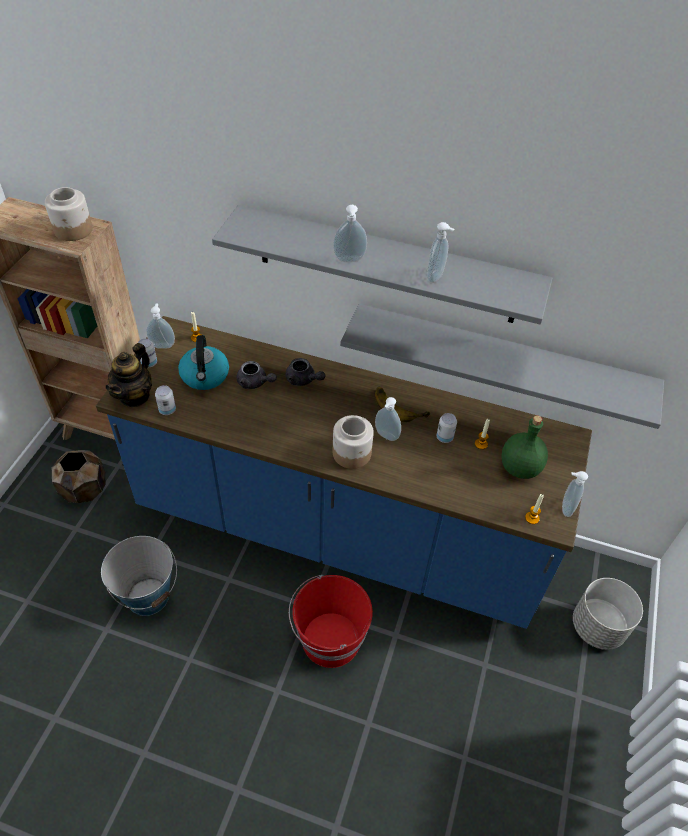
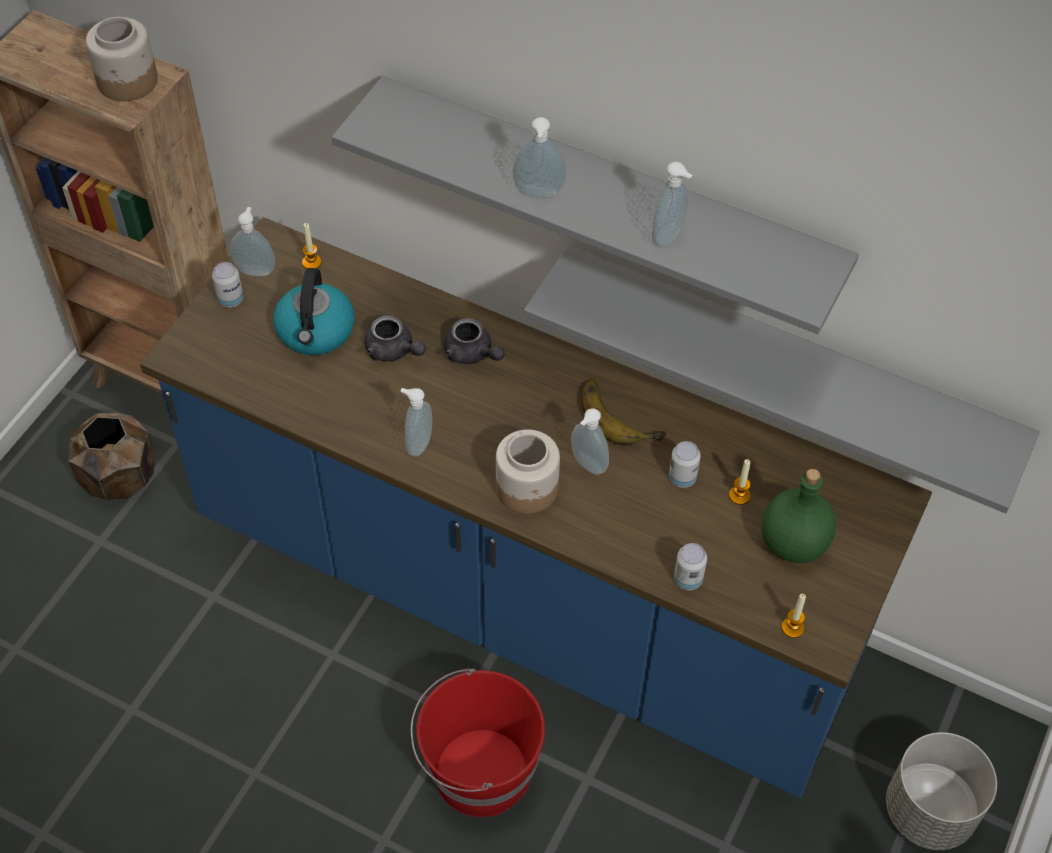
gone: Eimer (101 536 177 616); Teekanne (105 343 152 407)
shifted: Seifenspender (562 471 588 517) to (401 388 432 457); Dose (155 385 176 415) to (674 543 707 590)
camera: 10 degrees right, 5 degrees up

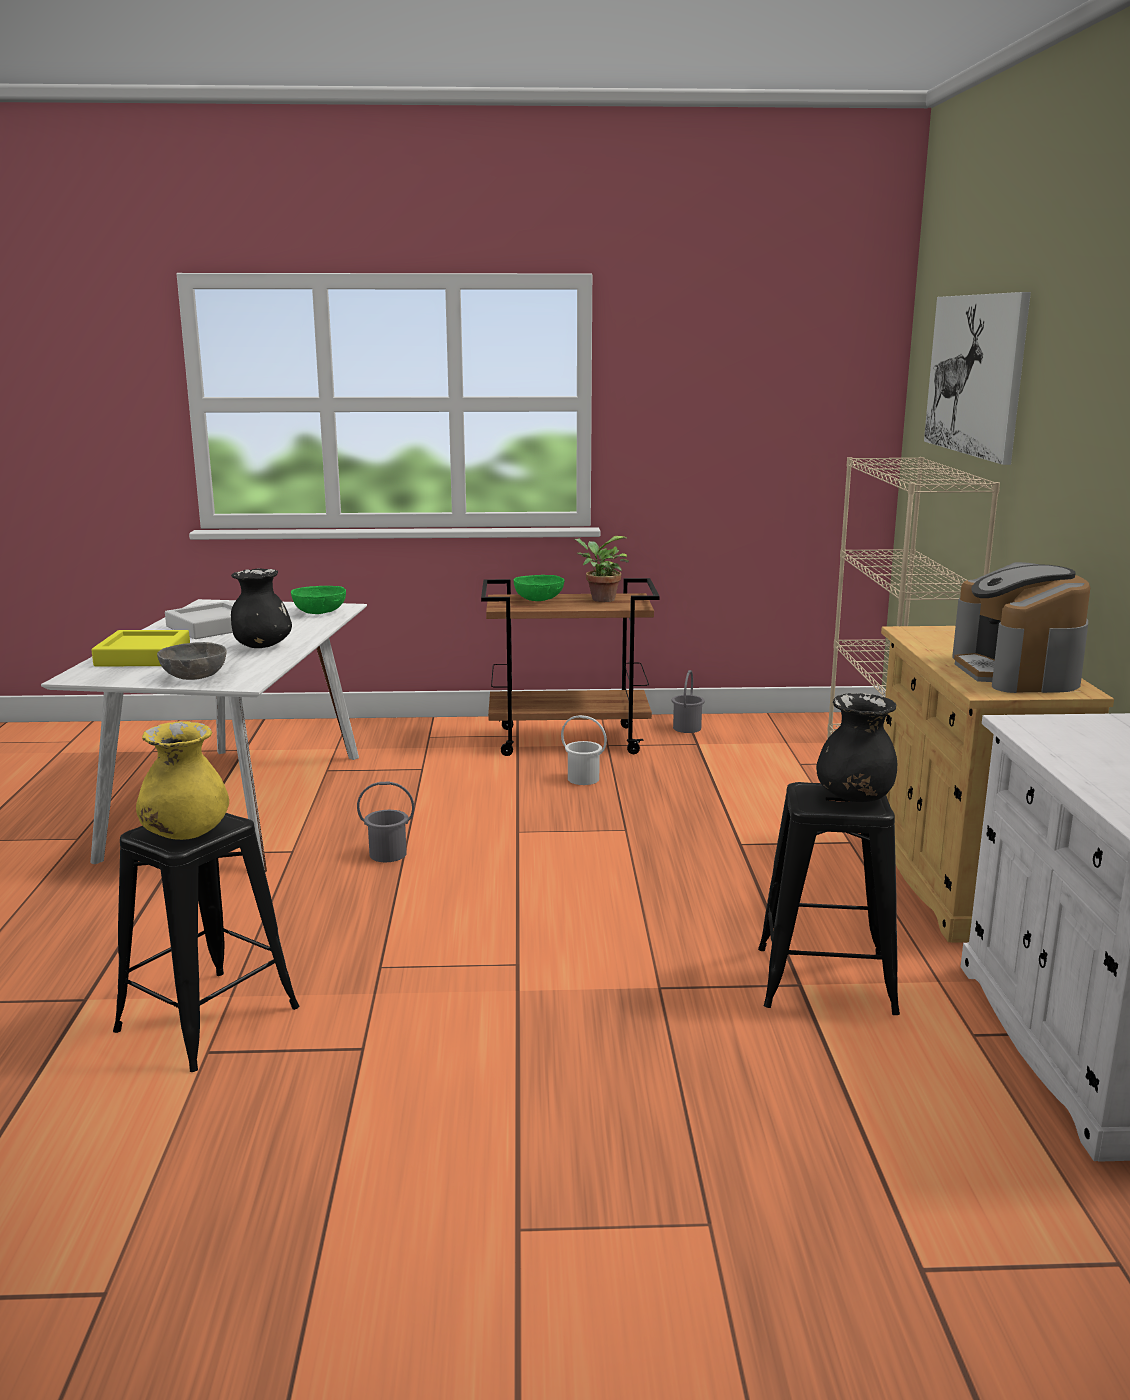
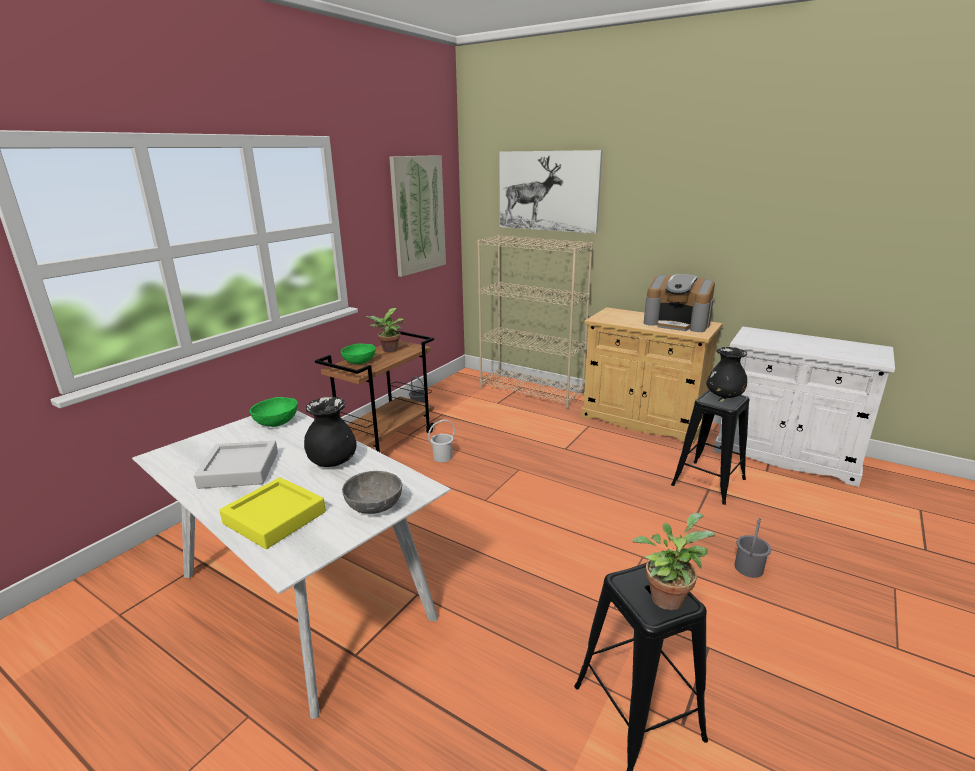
new: Bild (389 155 446 277)
shifted: Eimer [grau] (357 782 414 862) to (734 518 771 578)
swapped: Vase [gelb] (136 721 229 840) to Topfpflanze (632 513 715 610)
camera: 55 degrees left, 5 degrees up

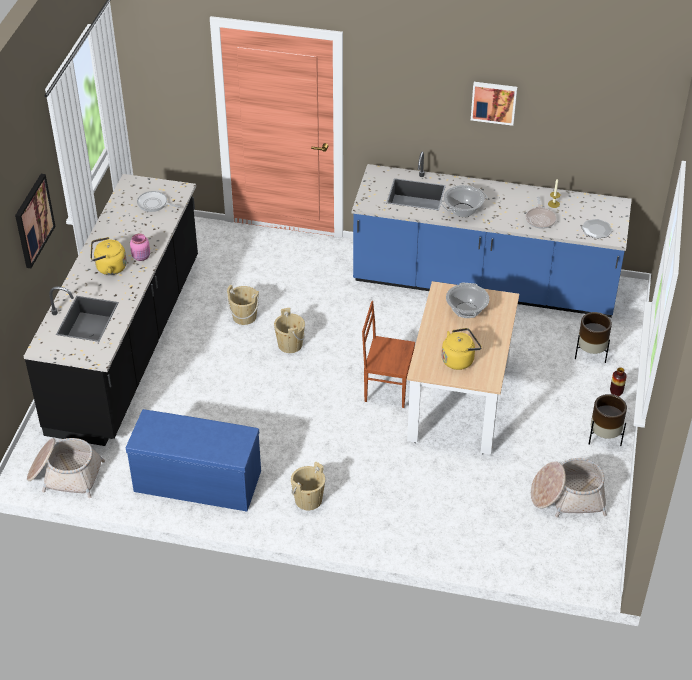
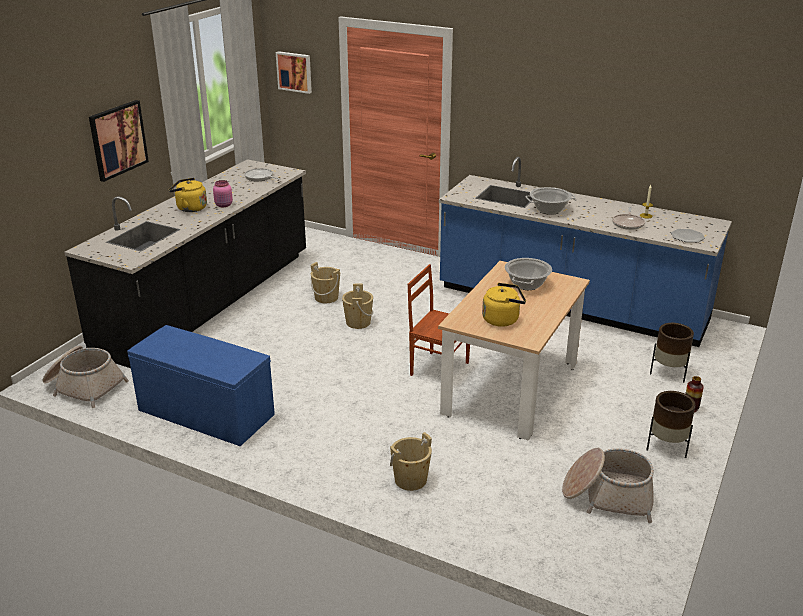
shifted: Bild (471 82 517 126) to (276 51 312 94); Eimer [beige] (291 461 325 510) to (390 432 432 491)
camera: 15 degrees right, 15 degrees down

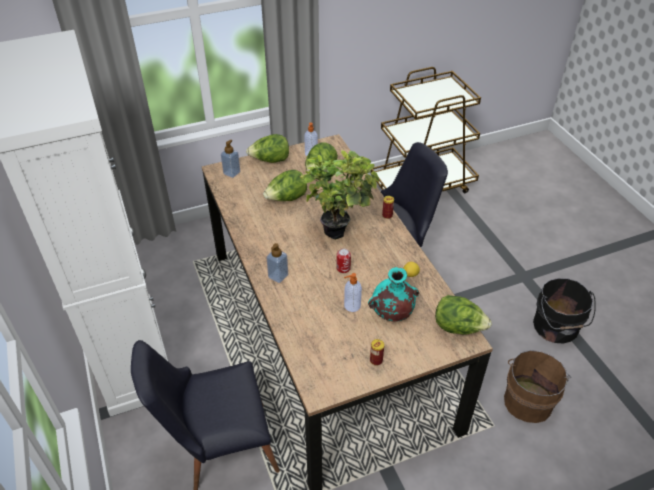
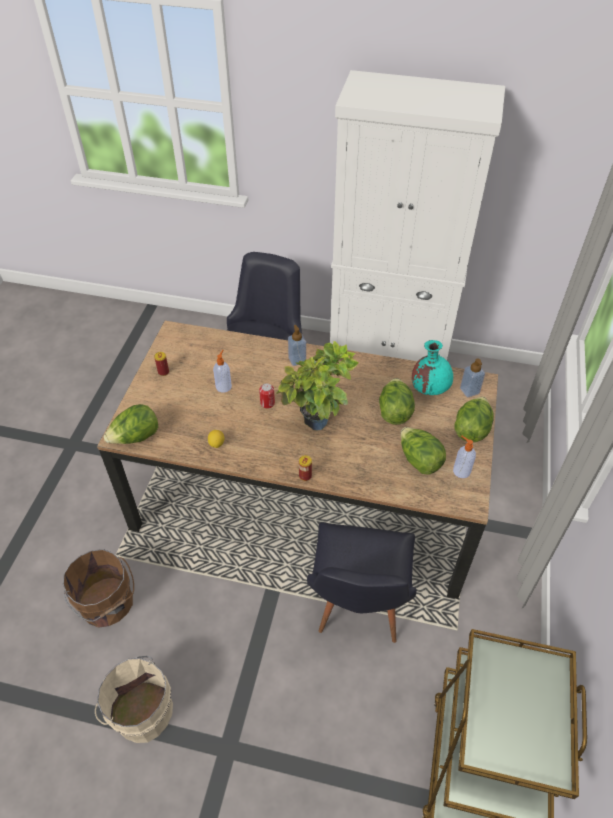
shifted: Vase [türkis] (368 267 419 322) to (412 340 453 395)
repainted: Eimer [schwarz] (533 278 596 343) to Eimer [beige] (95 656 173 743)
camera: 125 degrees right, 5 degrees up

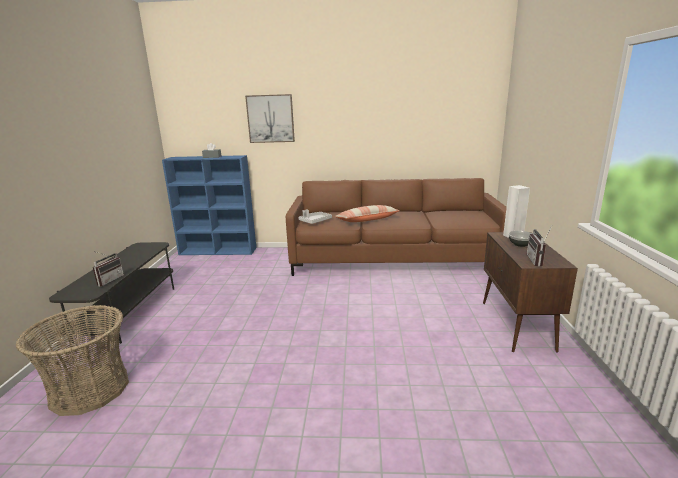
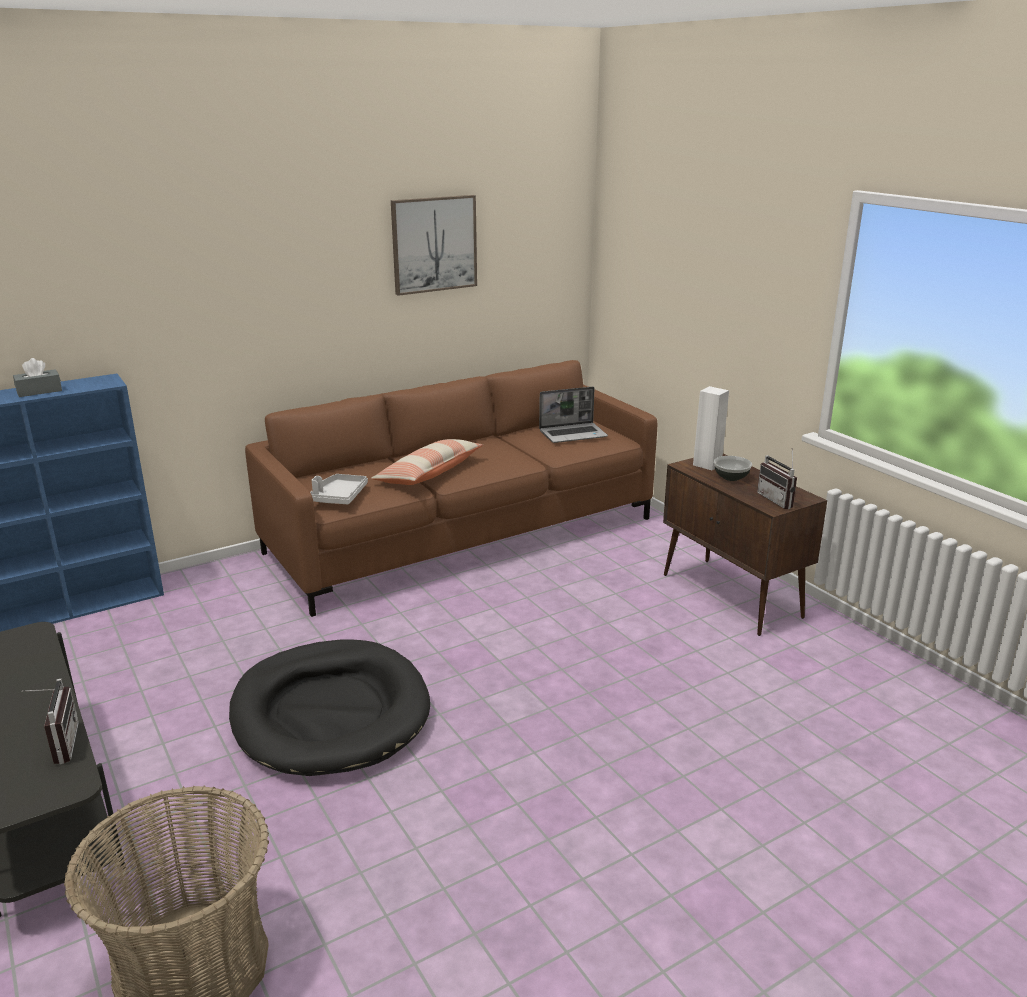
new: Hundebett [schwarz] (229 640 430 776); Laptop (539 387 608 443)
shifted: Bild (245 94 295 143) to (391 195 477 296)
camera: 35 degrees left, 5 degrees up

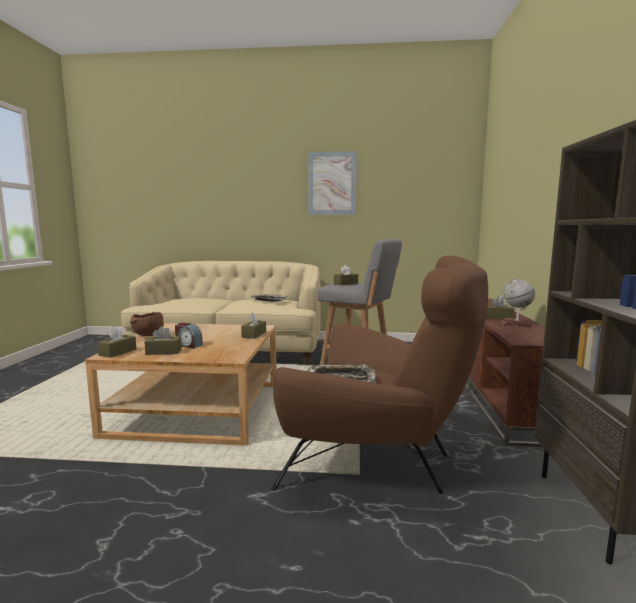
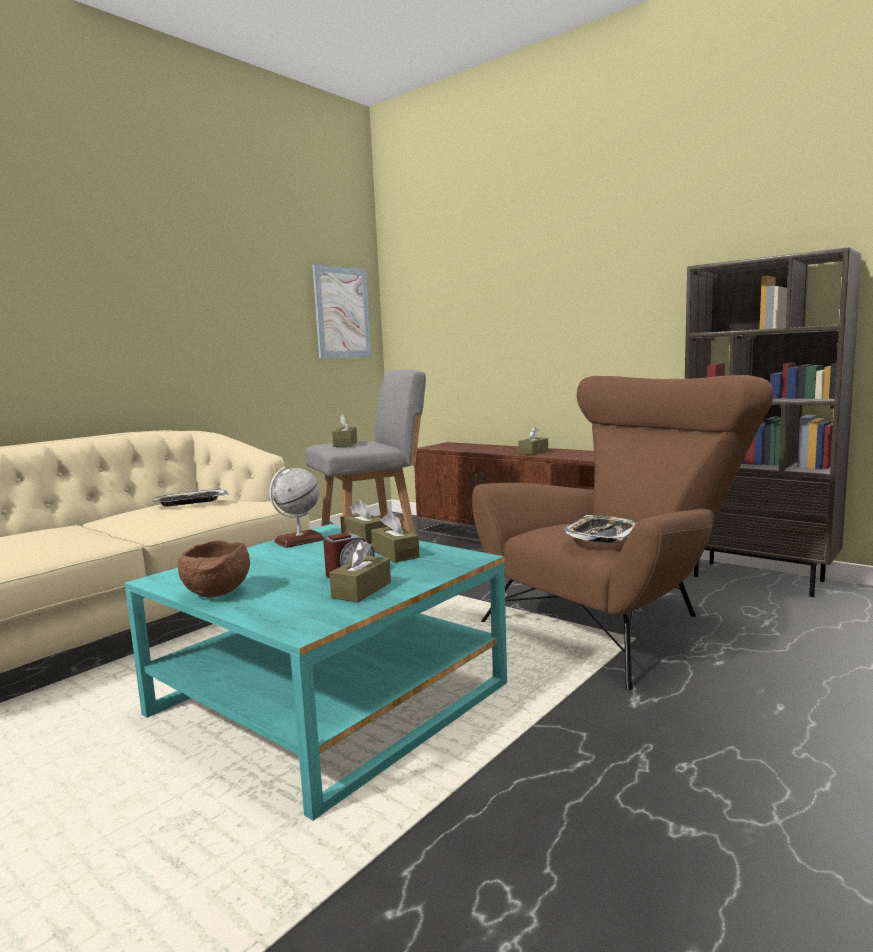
shifted: Globus (502 278 535 327) to (269 467 324 548); Bild (308 152 357 215) to (313 264 372 359); Taschentuchbox [braun] (97 326 136 358) to (371 512 420 563)
repainted: Couchtisch [beige] (85 323 276 446) to Couchtisch [türkis] (125 524 507 821)
camera: 55 degrees left, 0 degrees up

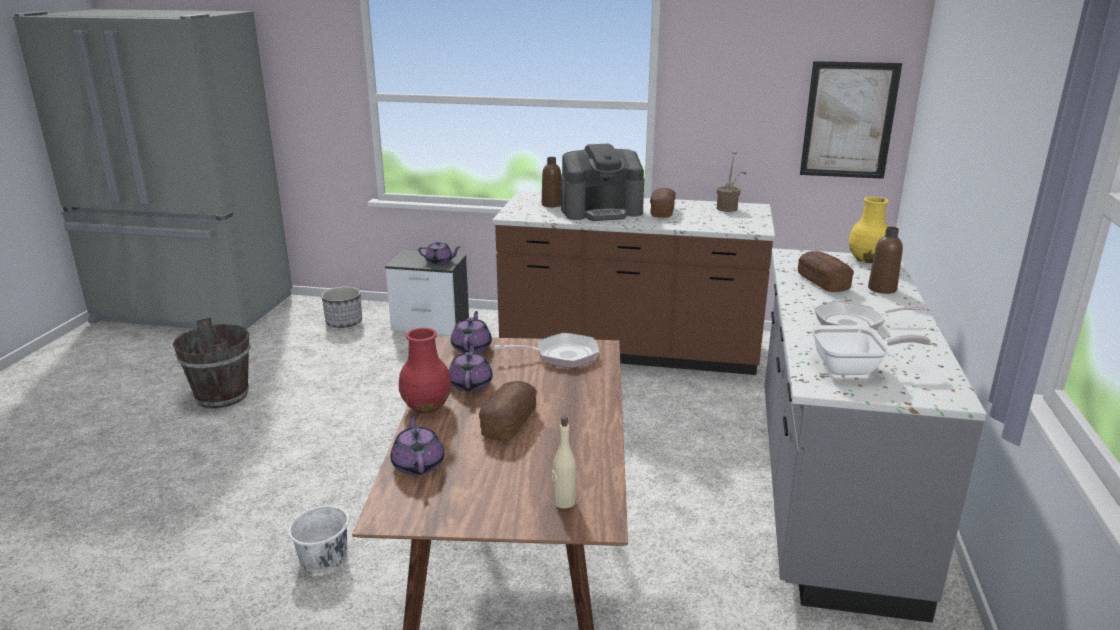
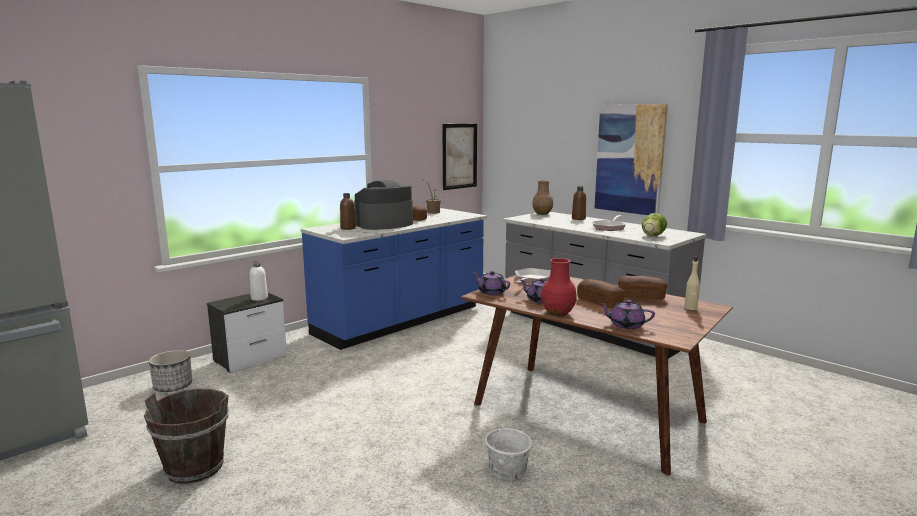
new: Bild (594 104 668 215)
shifted: Brot (798 251 854 292) to (618 276 667 300)
swapped: Teekanne [lila] (418 241 460 265) to Flasche [weiß] (250 261 268 301); Pfanne (812 325 931 375) to Salatkopf (642 213 667 236)
repainted: Küchenzeile [braun] (492 191 775 375) to Küchenzeile [blau] (301 208 487 350); Vase [gelb] (849 197 889 263) to Vase [braun] (532 181 553 215)
rotated: Kaffeemaschine (561 144 644 221) = (354 180 413 230) 150 degrees counterclockwise
camera: 55 degrees left, 10 degrees down

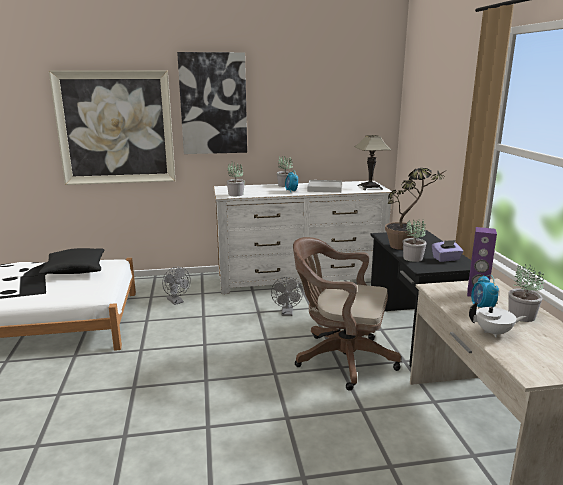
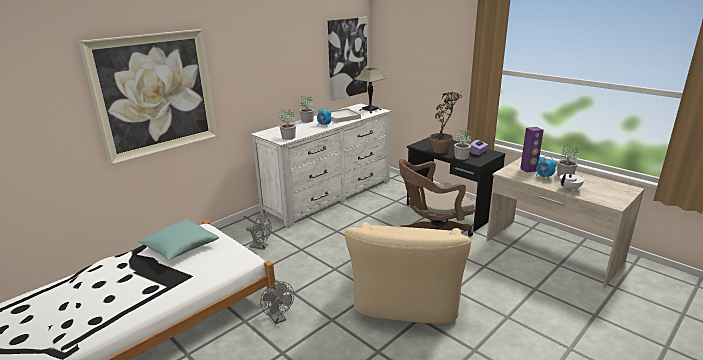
new: Sessel [beige] (344 222 471 324)
shifted: Ventilator [grau] (271 277 303 316) to (260 281 294 324); Bild (177 52 247 154) to (328 17 367 101)
repainted: Kissen [schwarz] (39 248 105 274) to Kissen [türkis] (138 219 219 260)
camera: 35 degrees left, 5 degrees up

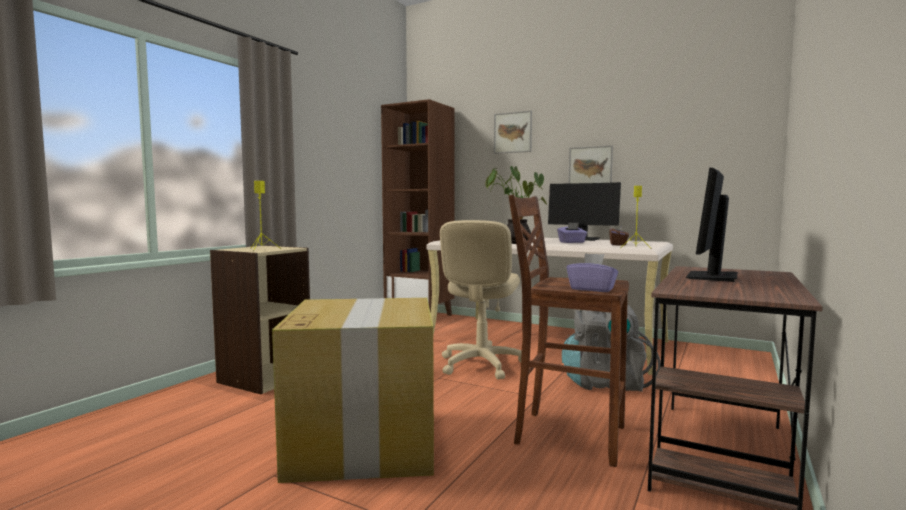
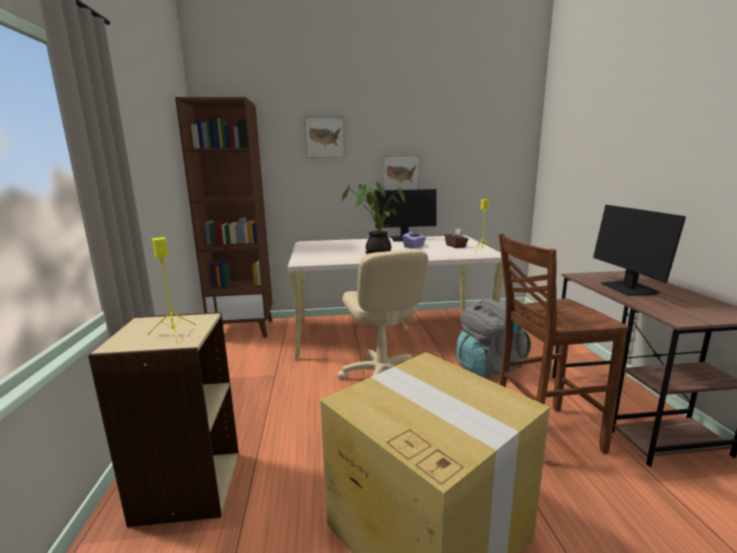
gone: Taschentuchbox [lila] (567 253 619 292)
camera: 35 degrees left, 10 degrees up

